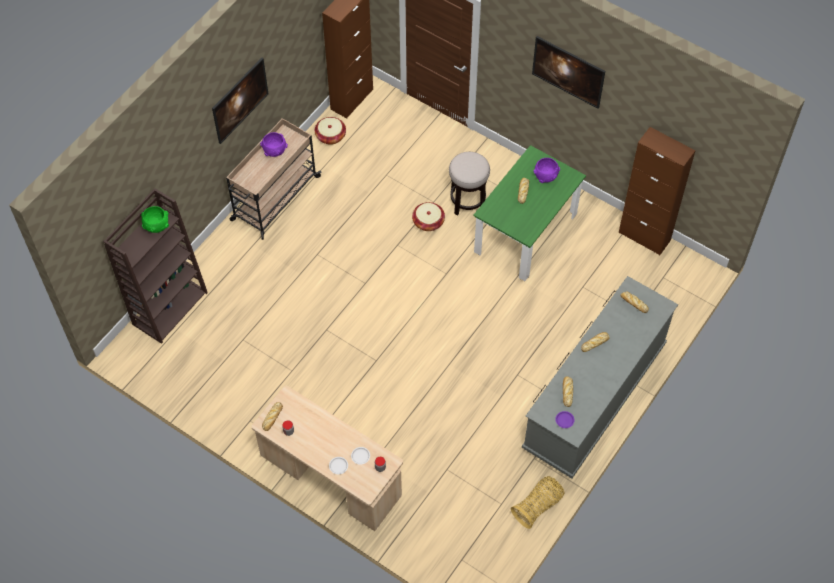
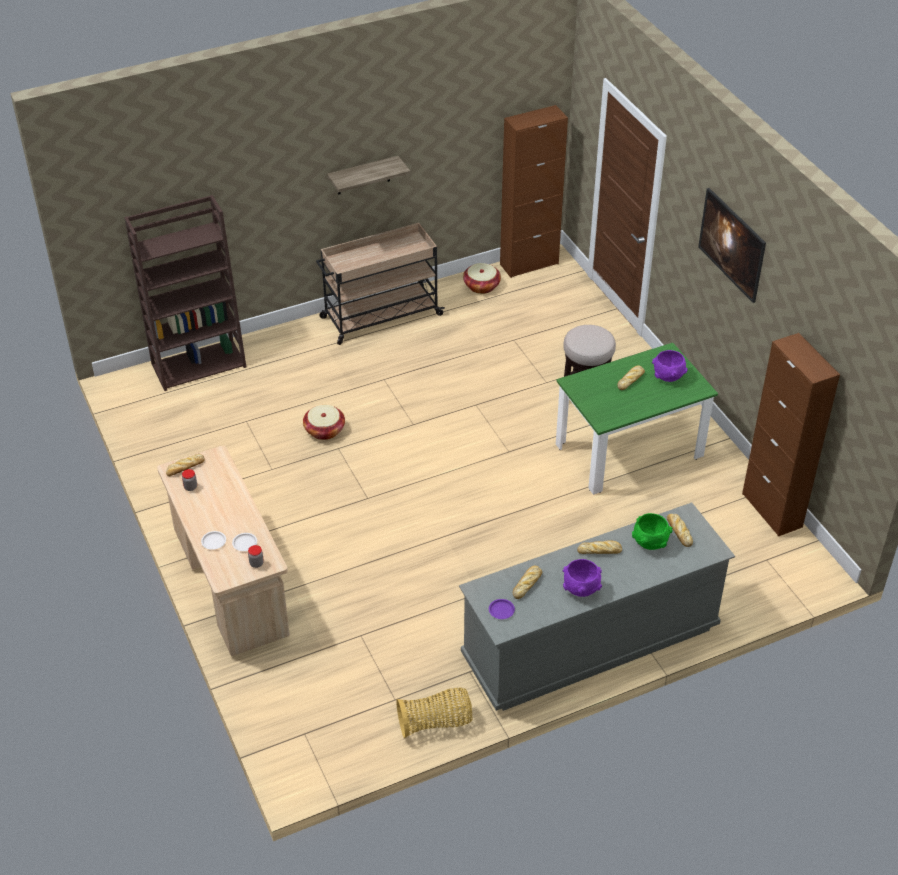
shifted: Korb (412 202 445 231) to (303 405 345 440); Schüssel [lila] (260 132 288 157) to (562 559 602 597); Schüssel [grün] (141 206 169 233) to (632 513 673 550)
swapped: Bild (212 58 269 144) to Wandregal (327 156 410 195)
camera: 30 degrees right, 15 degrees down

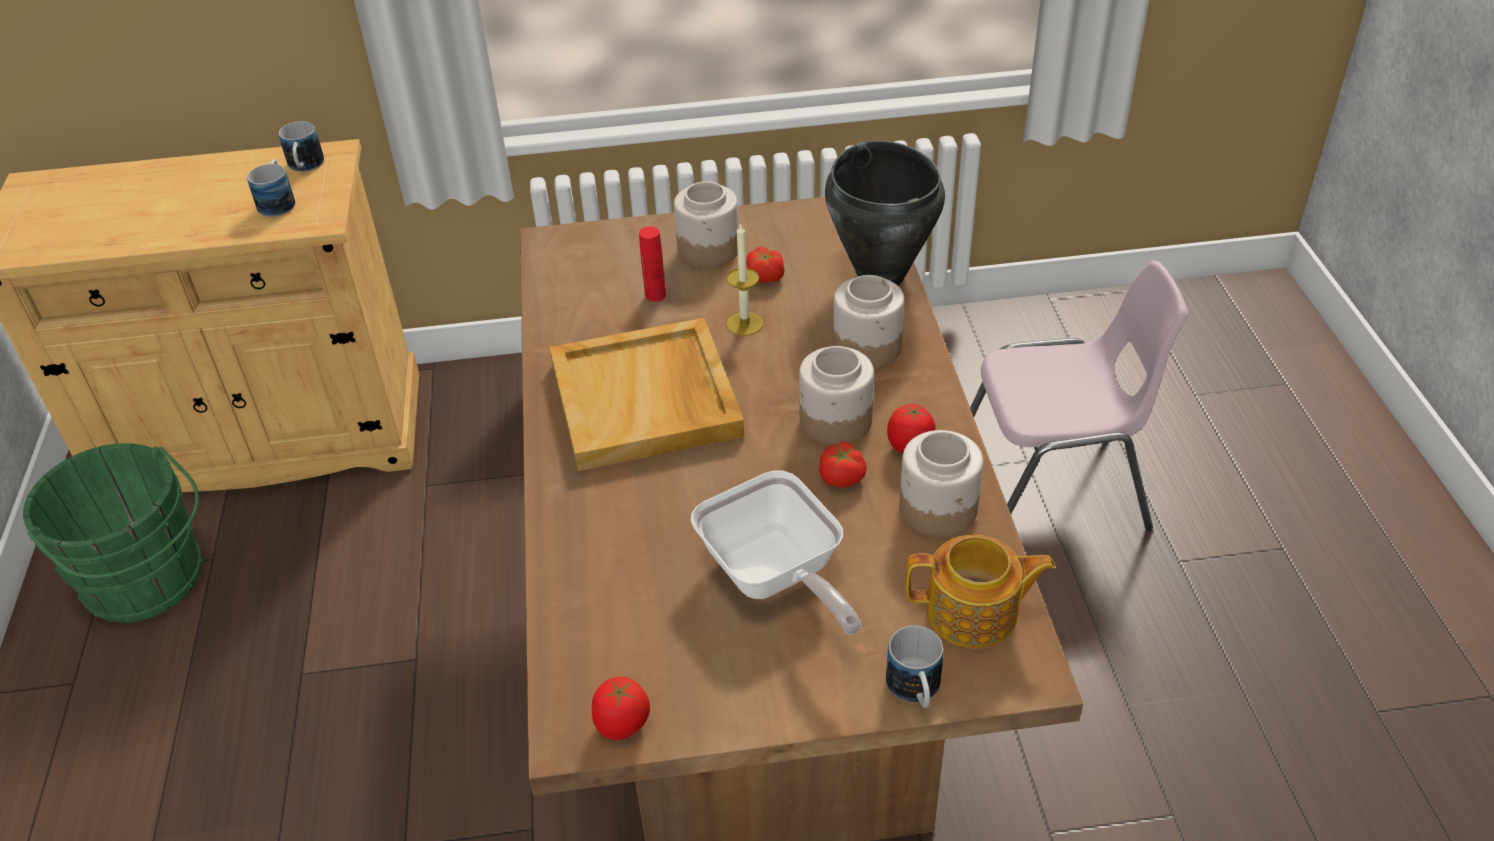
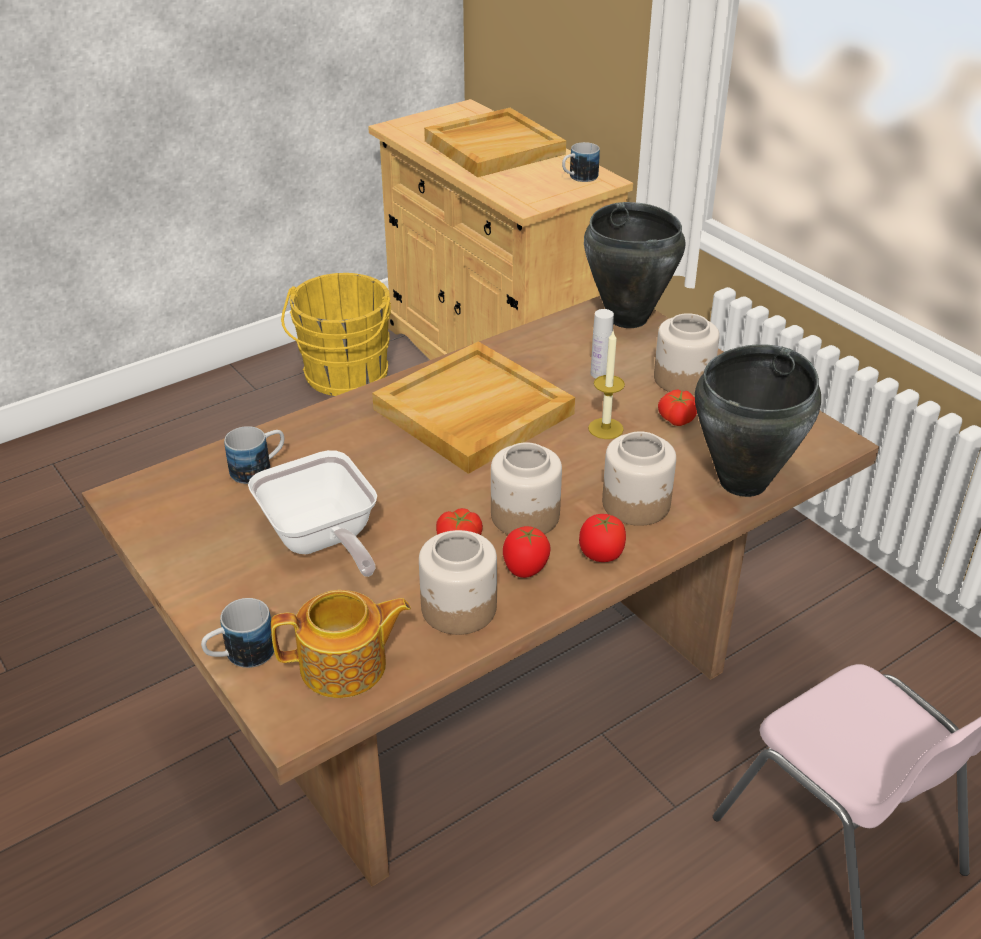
new: Tablett [beige] (424 108 566 177); Kochtopf [schwarz] (584 202 686 328)
shifted: Henkelbecher (247 159 295 217) to (224 426 284 484); Tomate (592 677 650 740) to (579 514 626 562)
repainted: Eimer [grün] (23 443 204 623) to Eimer [gelb] (281 273 391 396); Flasche [rot] (639 226 666 302) to Flasche [weiß] (591 309 614 378)
rotated: Pfanne (691 471 861 635) = (248 450 377 577) 60 degrees counterclockwise; Teekanne (905 535 1056 648) = (271 590 411 698) 75 degrees counterclockwise
camera: 60 degrees right, 5 degrees down

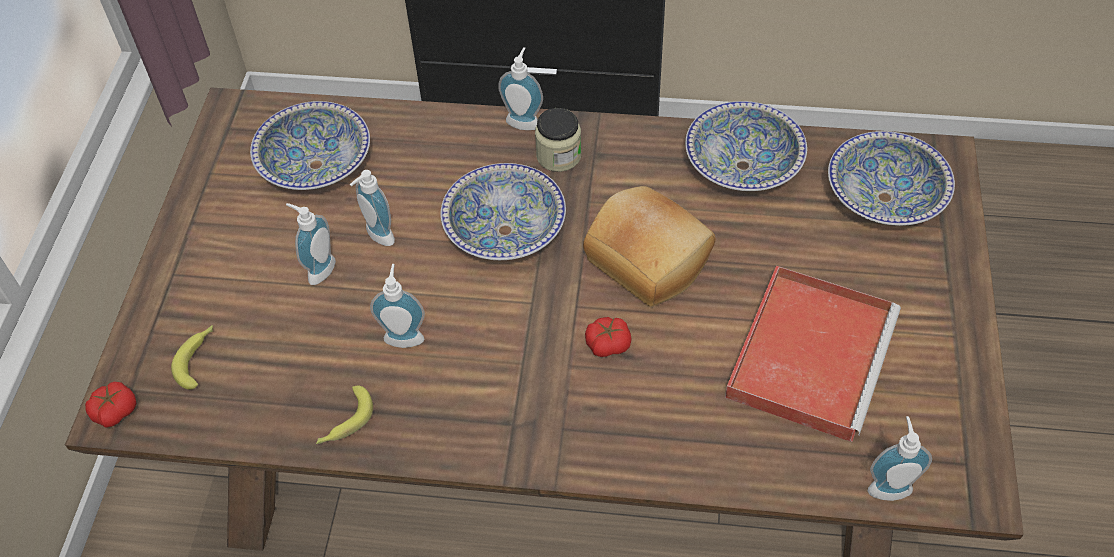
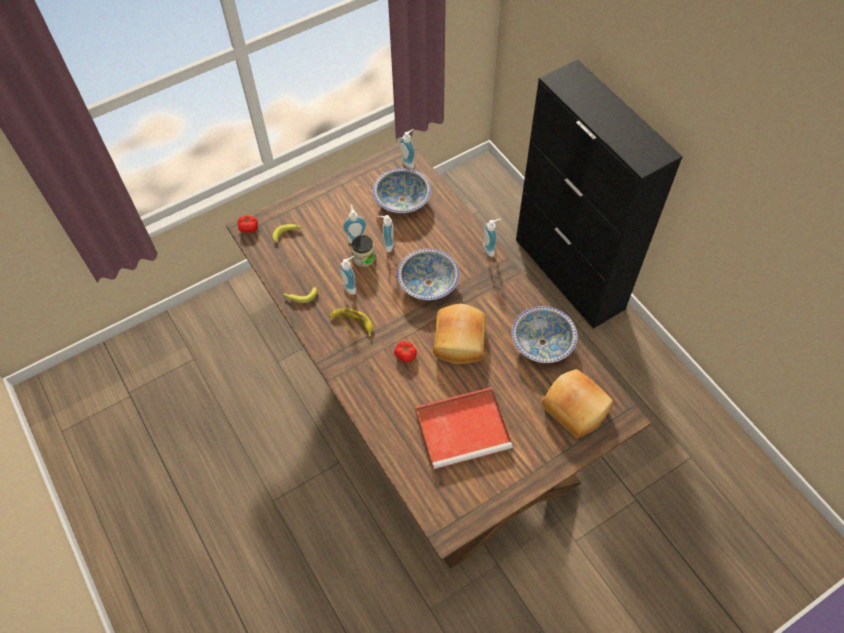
new: Banane (329 308 373 337)
shifted: Vorratsglas (535 108 581 172) to (351 235 376 267); Seifenspender (868 416 932 501) to (400 129 415 168)
swapped: Schüssel (828 131 955 226) to Brot (542 369 614 438)
camera: 50 degrees right, 5 degrees up

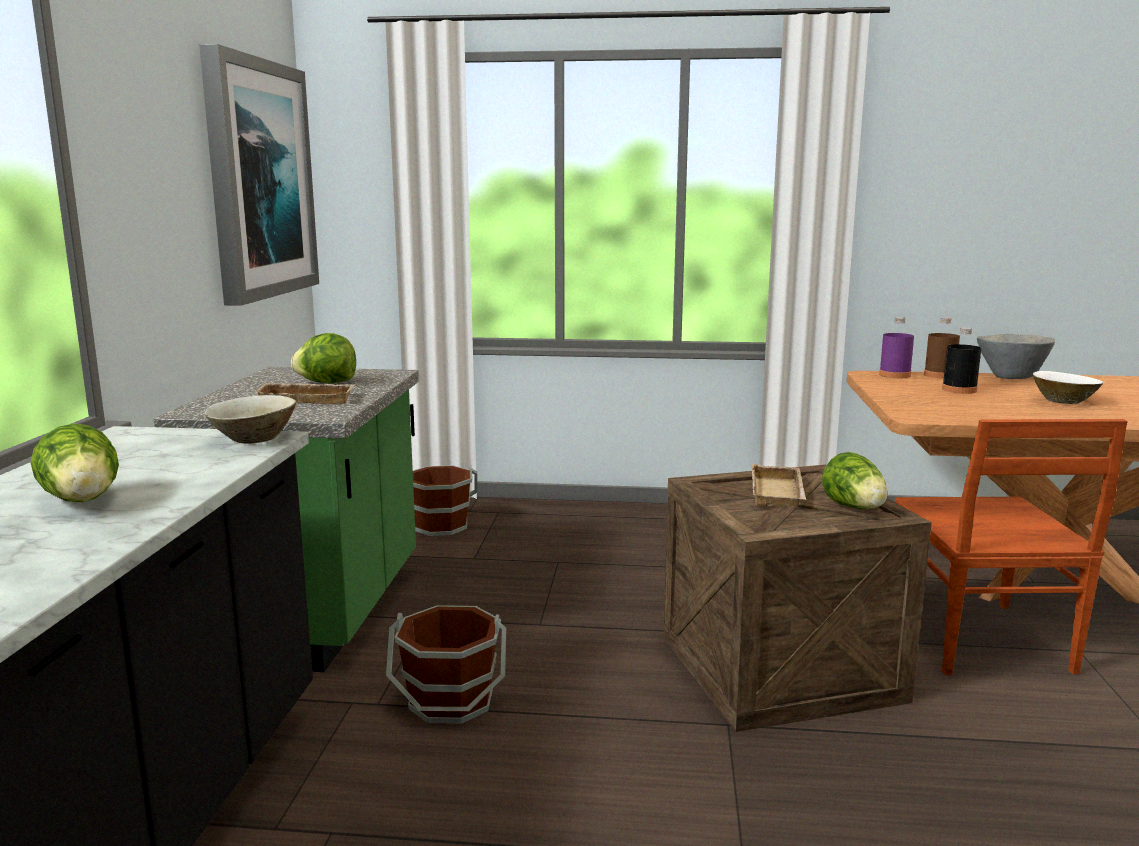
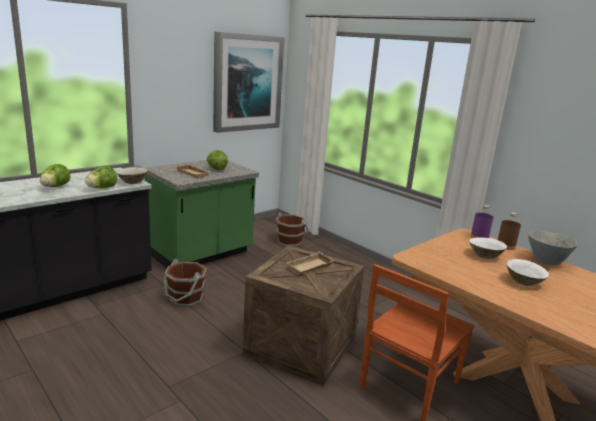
shifted: Salatkopf (822 452 888 509) to (85 166 117 188)
swapped: Flasche [schwarz] (942 327 981 394) to Schüssel [weiß] (469 237 507 259)
camera: 40 degrees right, 5 degrees up

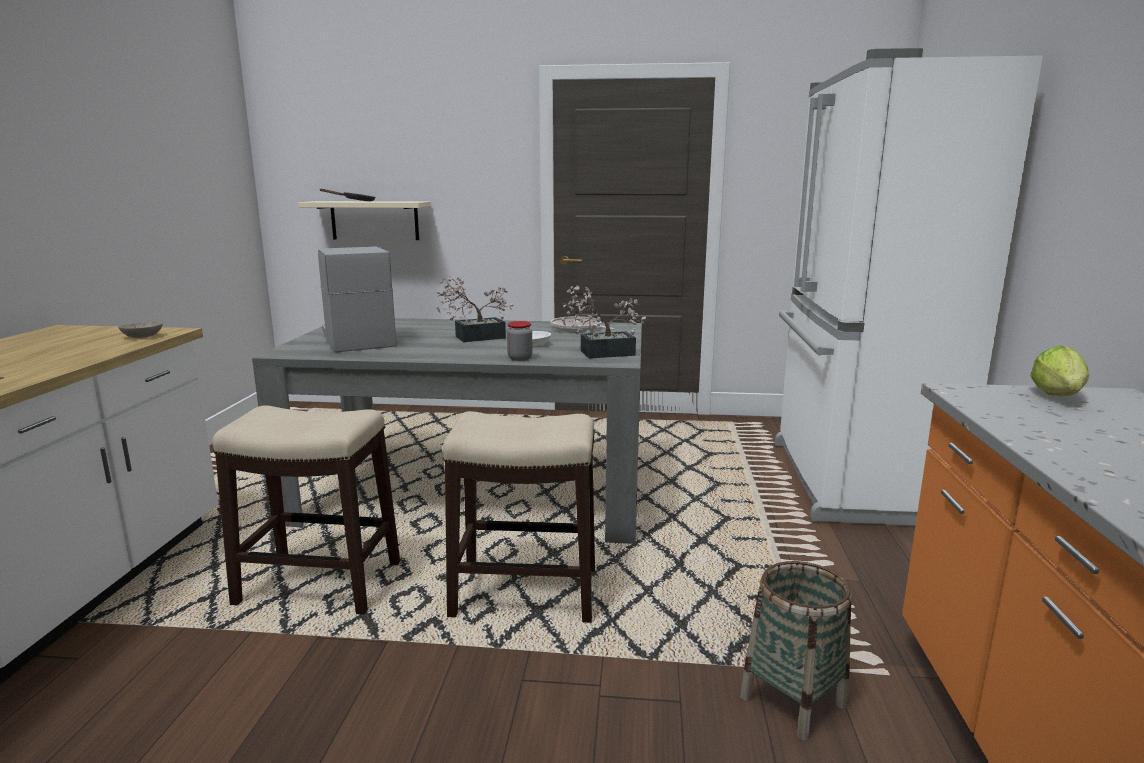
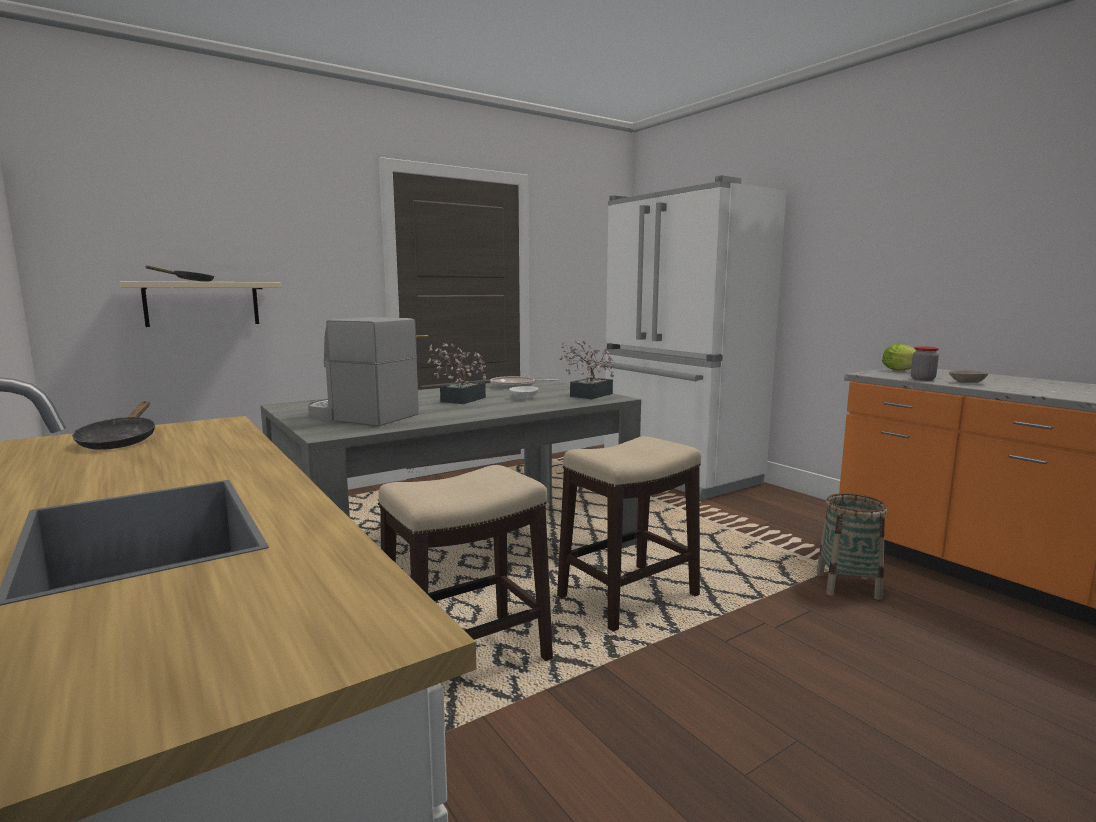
new: Pfanne [schwarz] (72 401 155 450)
shifted: Vorratsglas (507 321 533 361) to (911 346 939 381); Schüssel [beige] (118 322 163 338) to (949 370 988 383)
camera: 40 degrees left, 5 degrees down

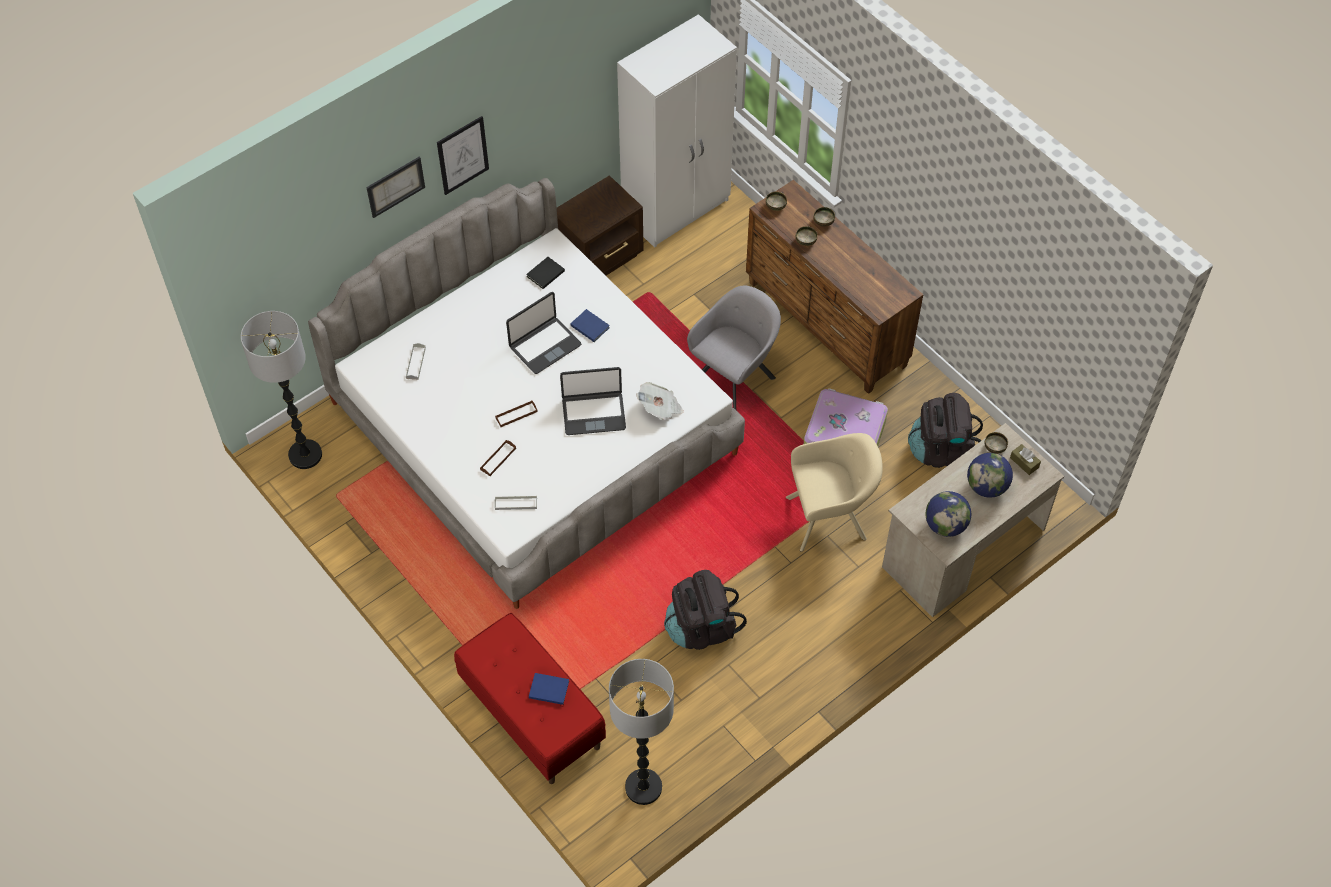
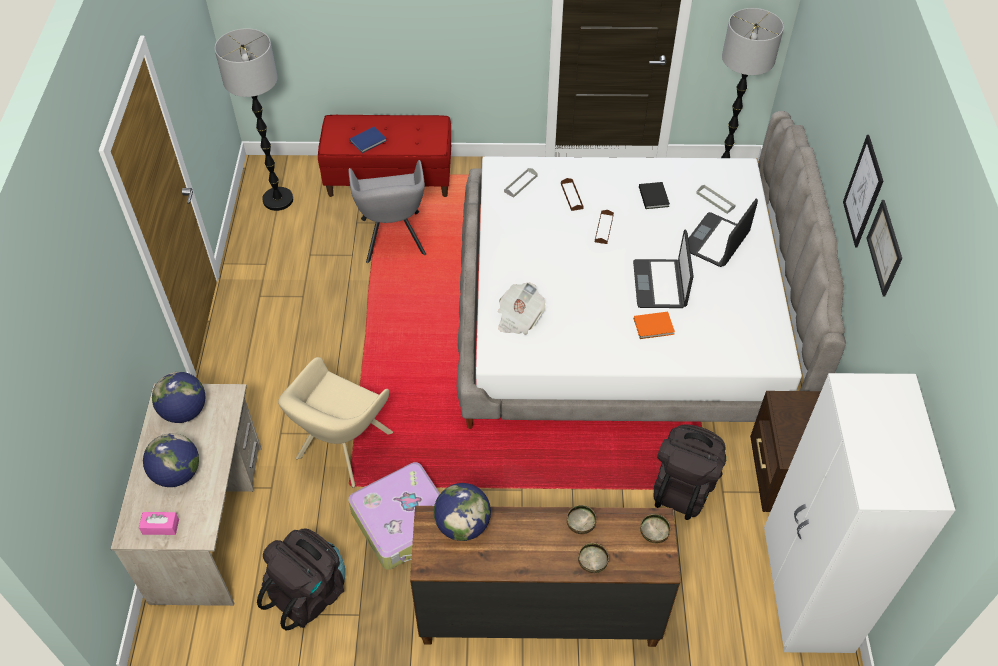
gone: Schüssel (985 432 1008 454)
new: Globus (434 483 491 541)
shifted: Sessel [grau] (687 286 781 410) to (348 160 426 263); Buch [schwarz] (526 257 565 289) to (639 182 670 209); Rucksack [schwarz] (664 570 747 650) to (654 424 726 520); Laptop (560 367 626 435) to (688 198 758 267); Bild (366 157 425 218) to (866 200 902 296)
repainted: Taschentuchbox [braun] (1010 444 1041 475) to Taschentuchbox [rosa] (139 512 179 535); Buch [blau] (570 309 610 342) to Buch [orange] (634 312 675 339)
camera: 130 degrees right, 5 degrees down

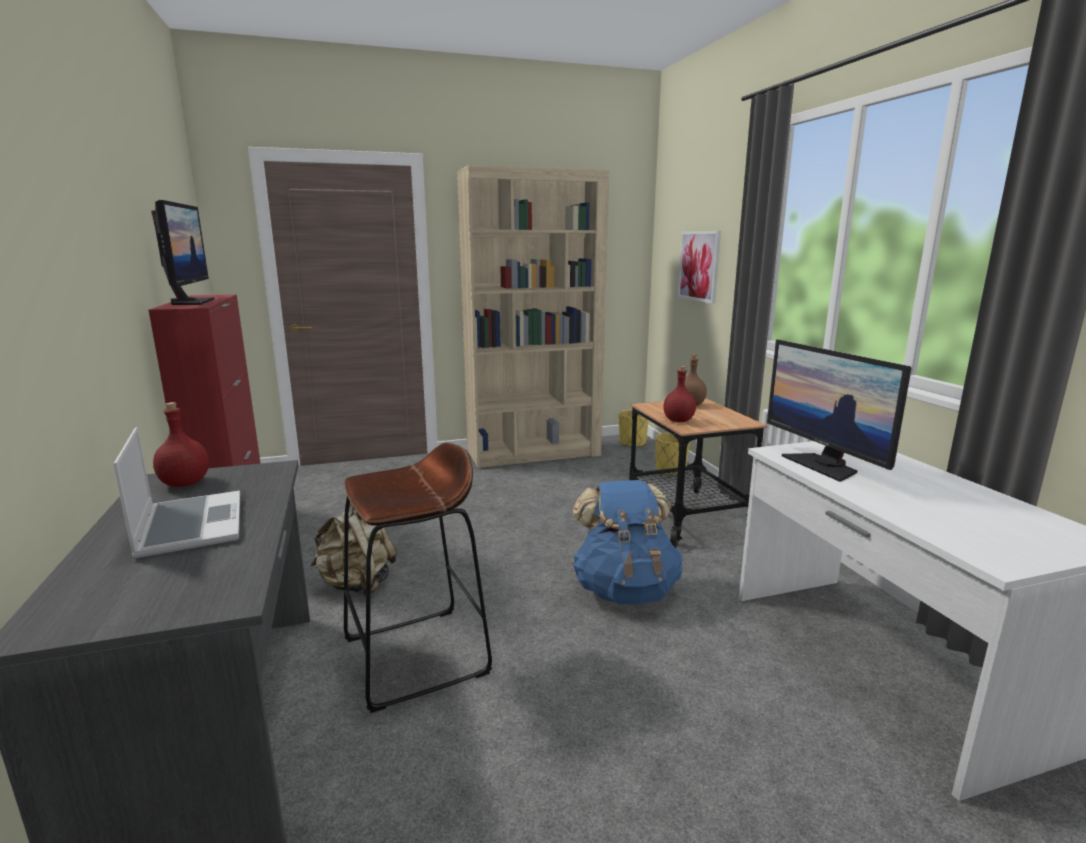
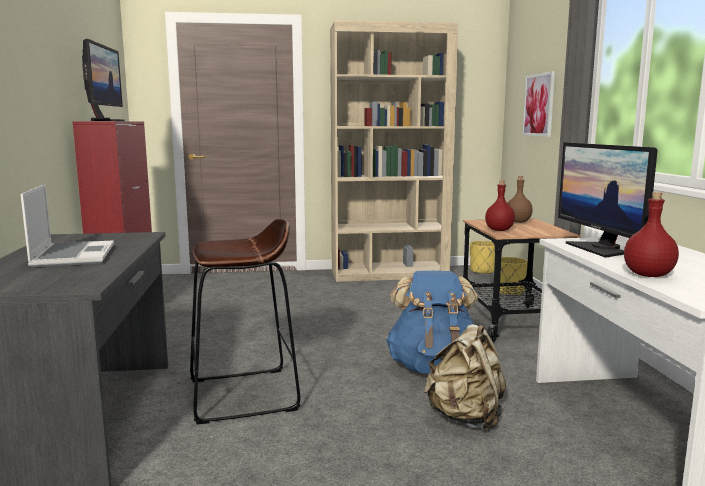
shifted: Rucksack [beige] (310 505 397 596) to (424 324 506 431); Flasche [rot] (153 402 209 487) to (624 192 679 277)
camera: 10 degrees right, 5 degrees down

